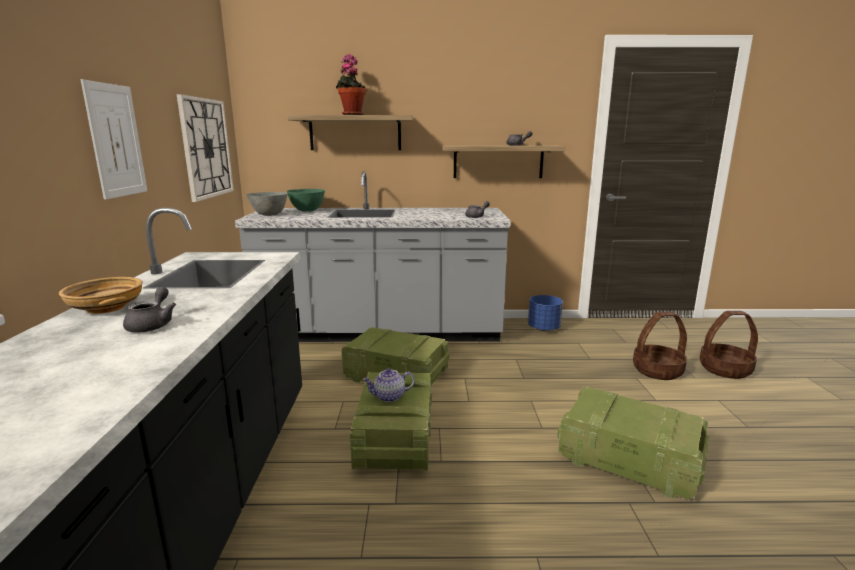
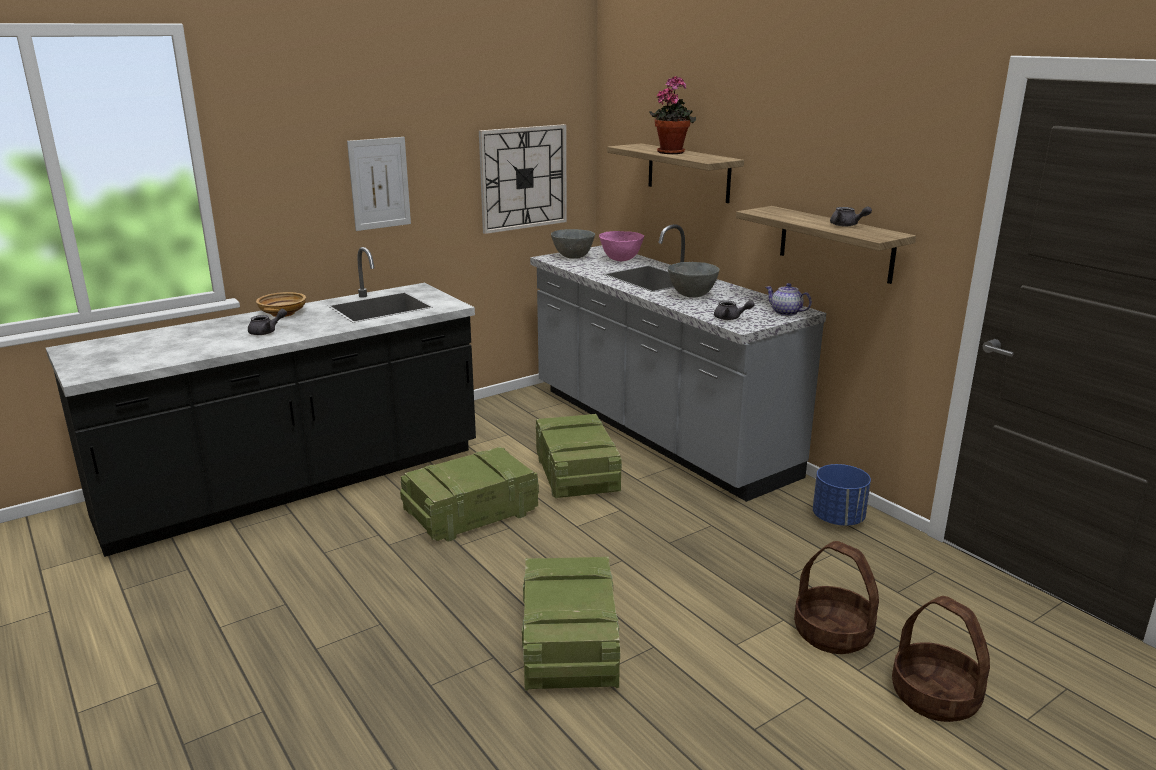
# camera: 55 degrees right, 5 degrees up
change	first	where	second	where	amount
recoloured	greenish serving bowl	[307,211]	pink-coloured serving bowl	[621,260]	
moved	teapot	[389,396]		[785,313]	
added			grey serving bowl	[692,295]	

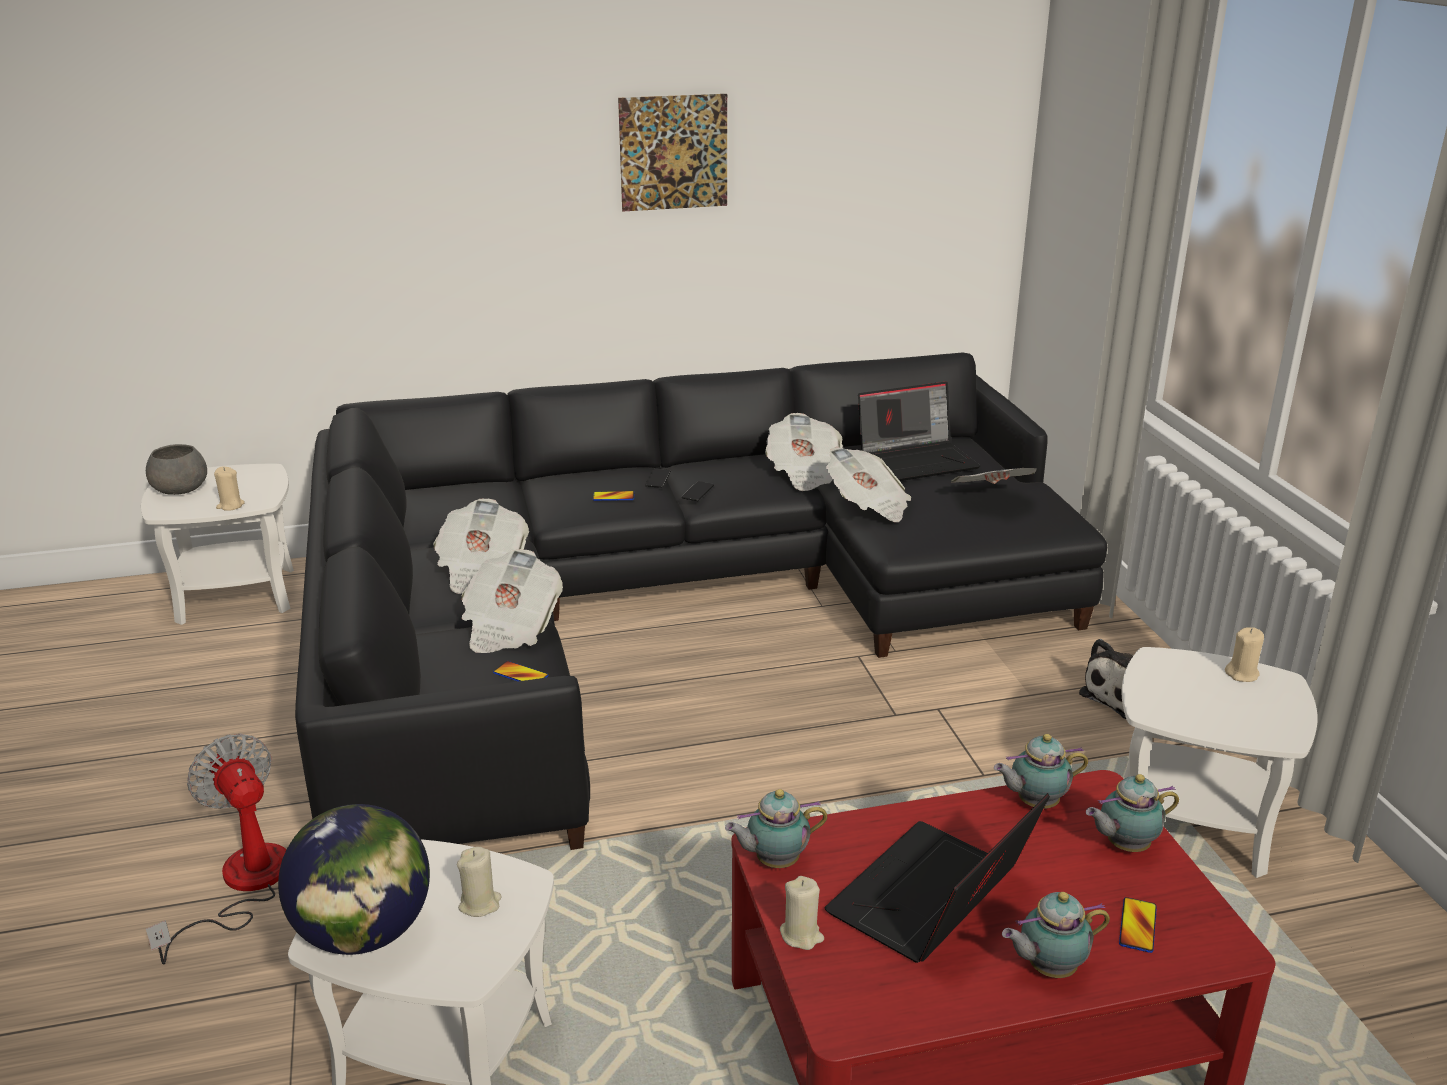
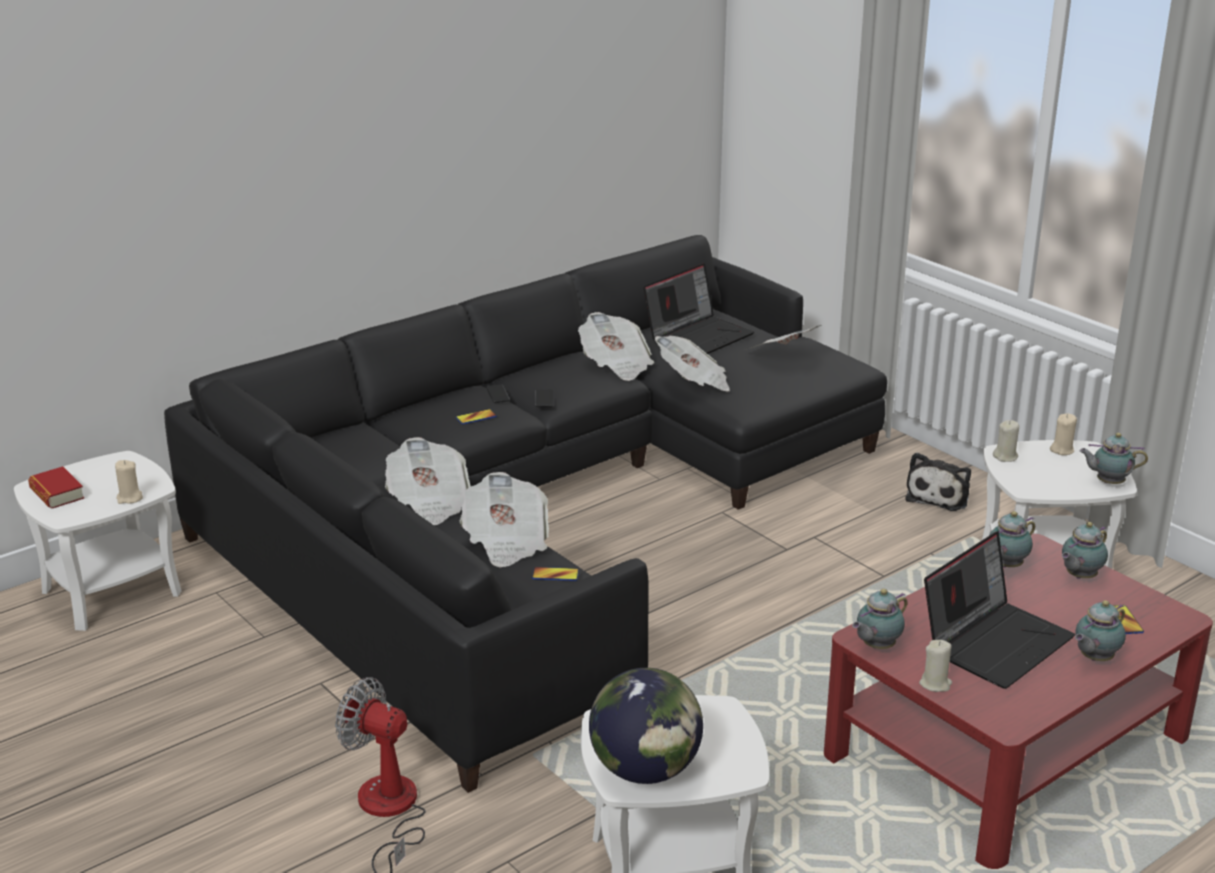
# camera: 25 degrees left, 0 degrees up
change	first	where	second	where	amount
replaced	grey serving bowl	[181,489]	volume	[57,493]	
moved	sand-coloured wax candle	[480,904]		[1005,457]	
removed	wall picture	[673,152]			
turned	portable computer	[932,901]		[995,641]	150 degrees counterclockwise
added			teapot	[1108,482]	

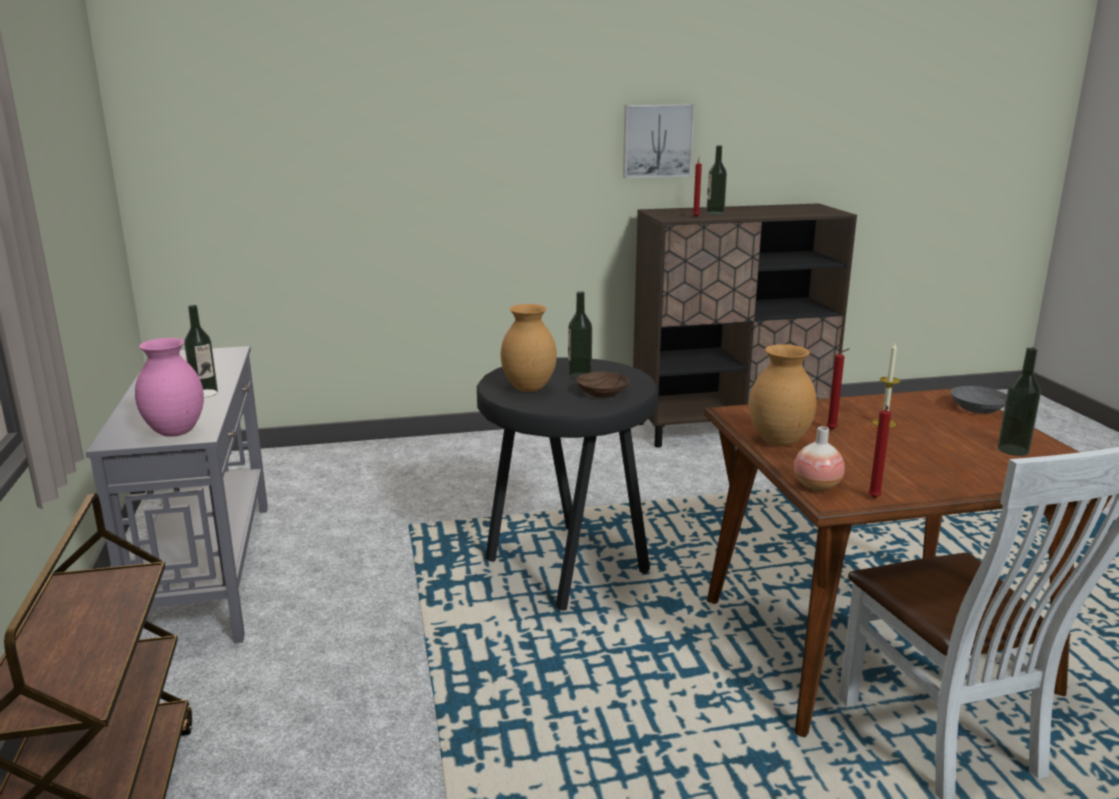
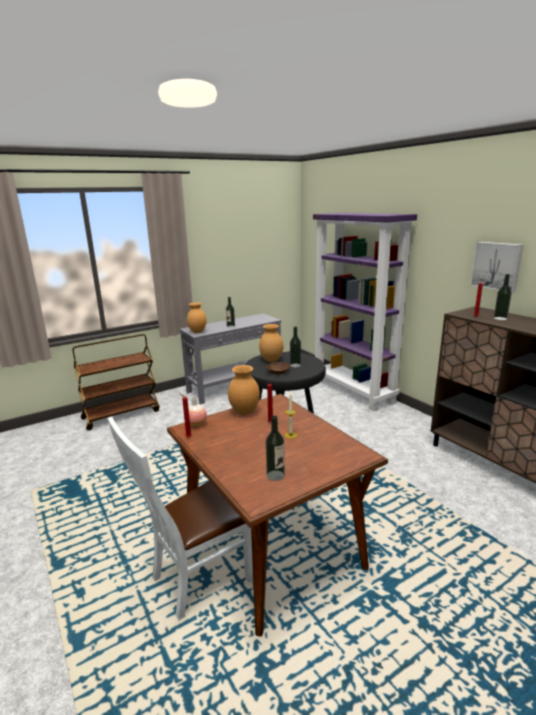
# camera: 70 degrees right, 0 degrees up
change	first	where	second	where	amount
recoloured	pink-coloured vase	[174,432]	brown-coloured vase	[197,332]	
removed	grey serving bowl	[976,408]			
added			purple-coloured shelving unit	[354,391]	

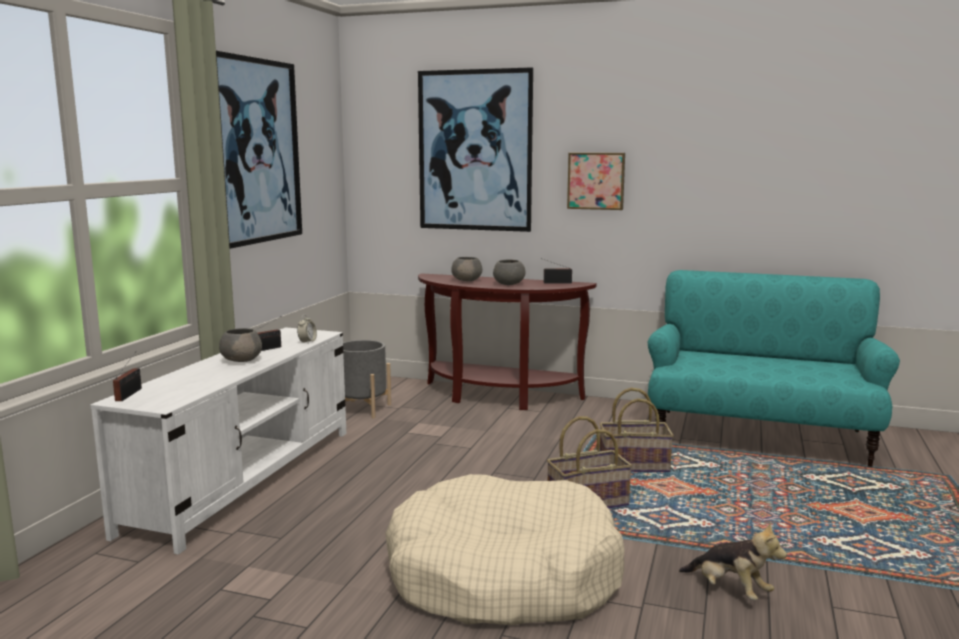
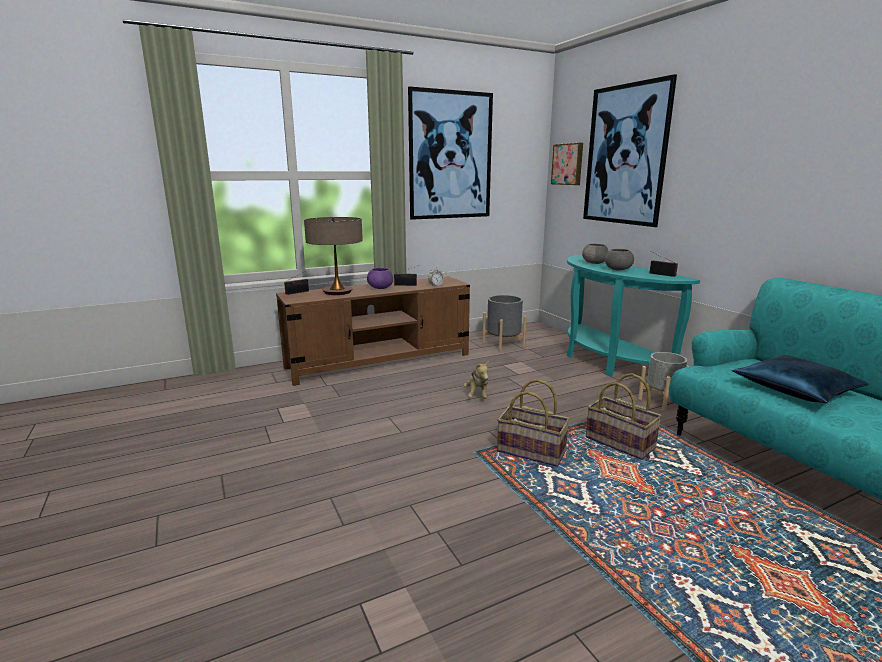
# camera: 45 degrees right, 5 degrees up
change	first	where	second	where	amount
recoloured	whitish tv unit	[245,478]	brown-coloured tv unit	[380,361]	
recoloured	grey serving bowl	[242,360]	purple-coloured serving bowl	[381,288]	
removed	sand-coloured dog cushion	[503,576]			
recoloured	brown-coloured console table	[497,397]	turquoise console table	[605,361]	
moved	wall picture	[596,181]		[568,164]	
moved	cuddly toy	[730,590]		[477,395]	
added			lamp for a table	[337,292]	
added			grey planter	[662,401]	
added			blue-coloured pillow	[796,390]	

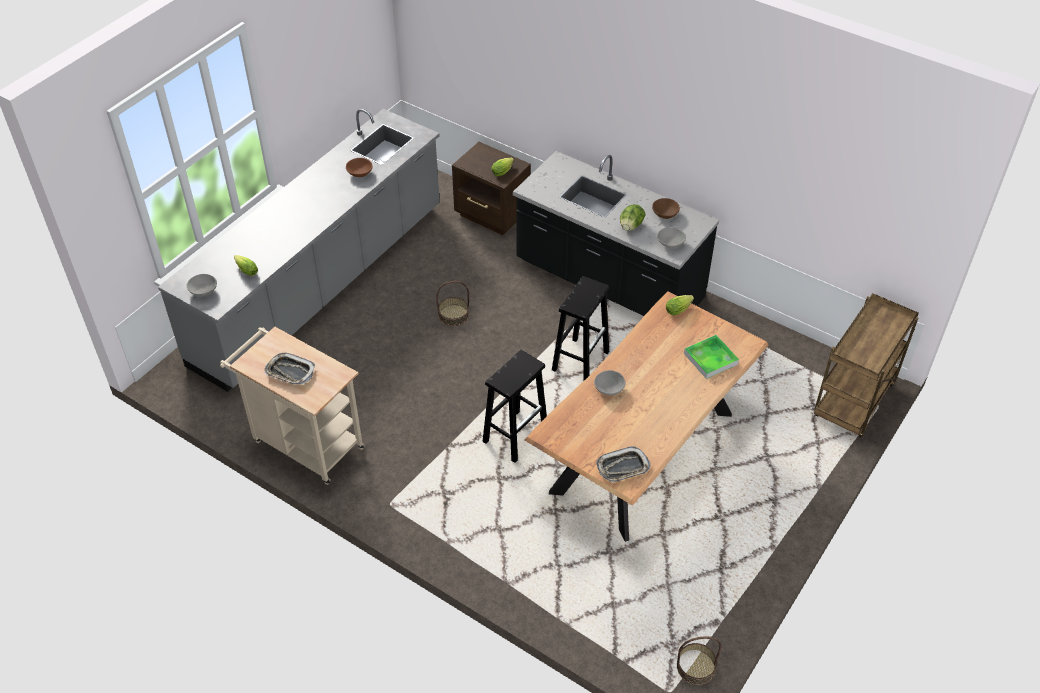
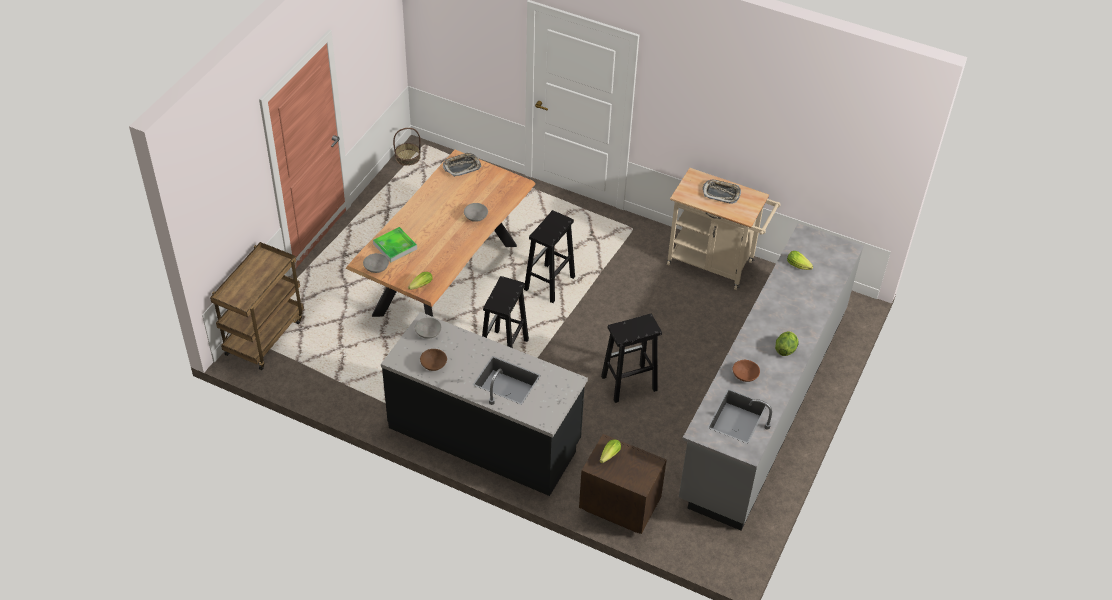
# camera: 170 degrees right, 0 degrees up
change	first	where	second	where	amount
moved	grey serving bowl	[203,291]		[376,268]	
replaced	household basket	[453,315]	black-coloured stool	[628,384]	
moved	head of lettuce	[631,226]		[785,349]	

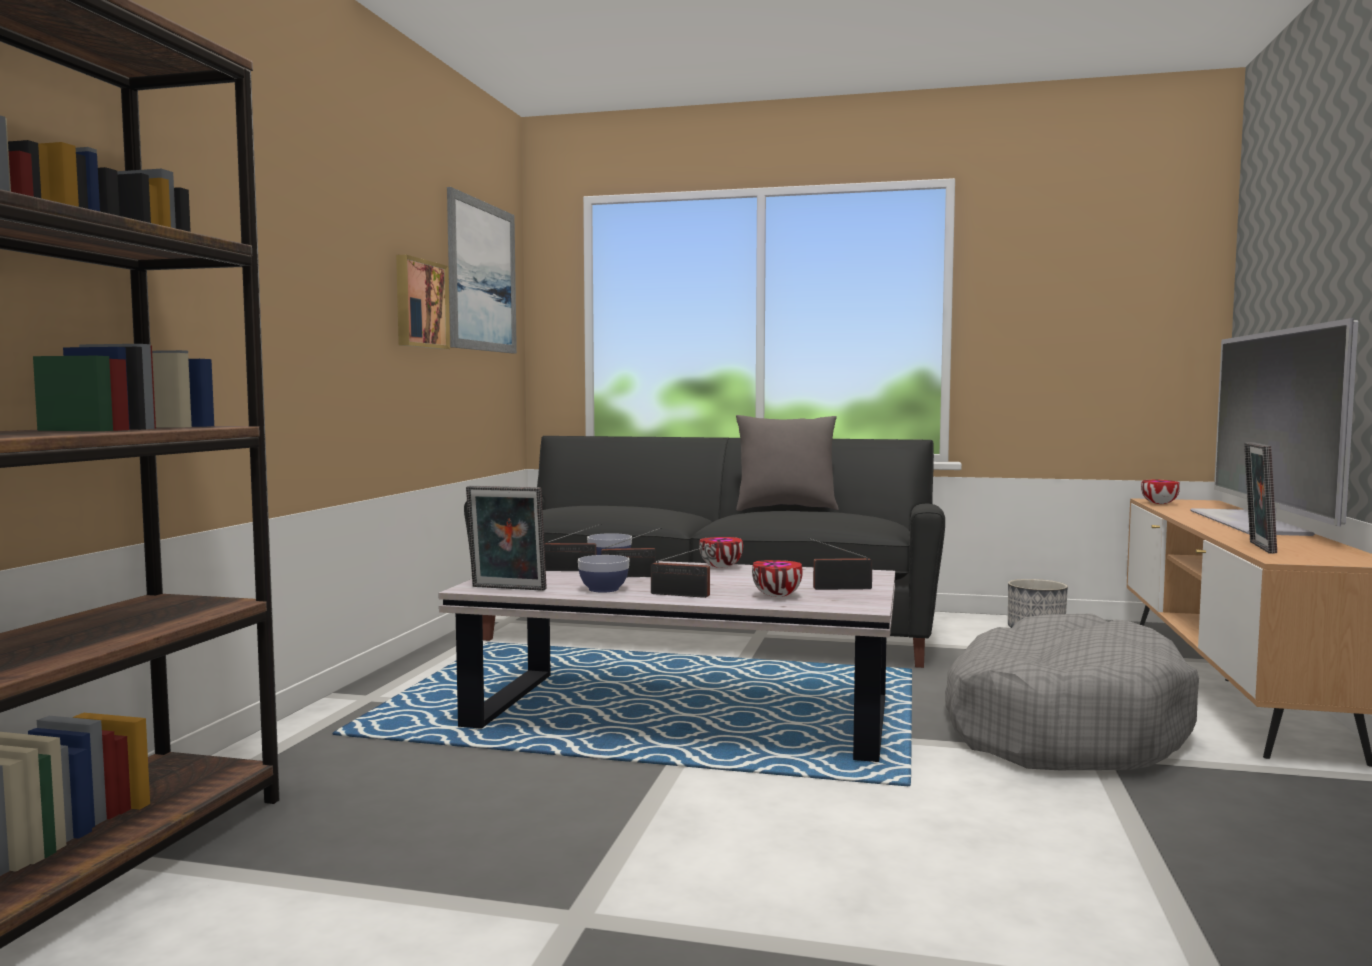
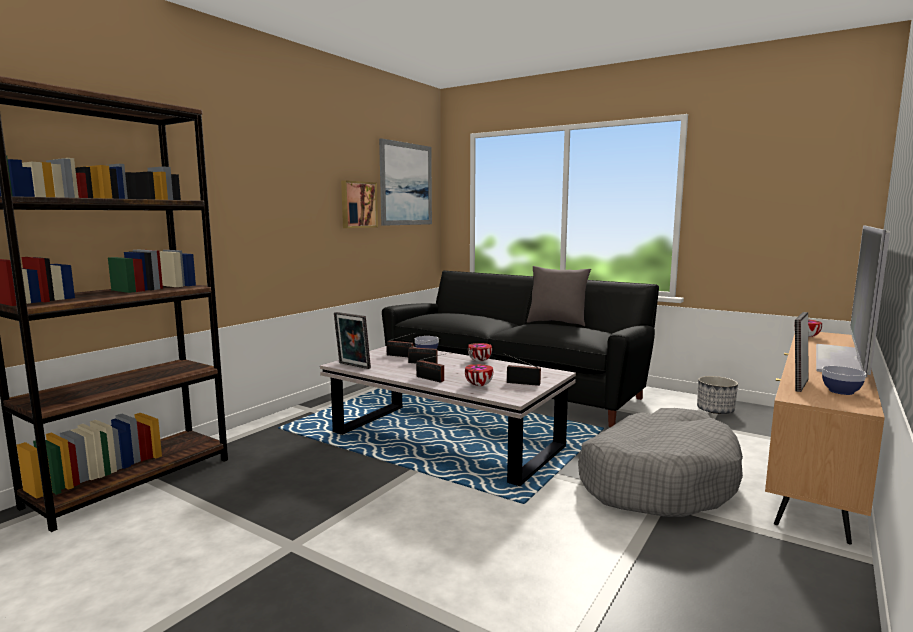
# camera: 20 degrees right, 5 degrees up
change	first	where	second	where	amount
moved	serving bowl	[603,589]		[841,391]	

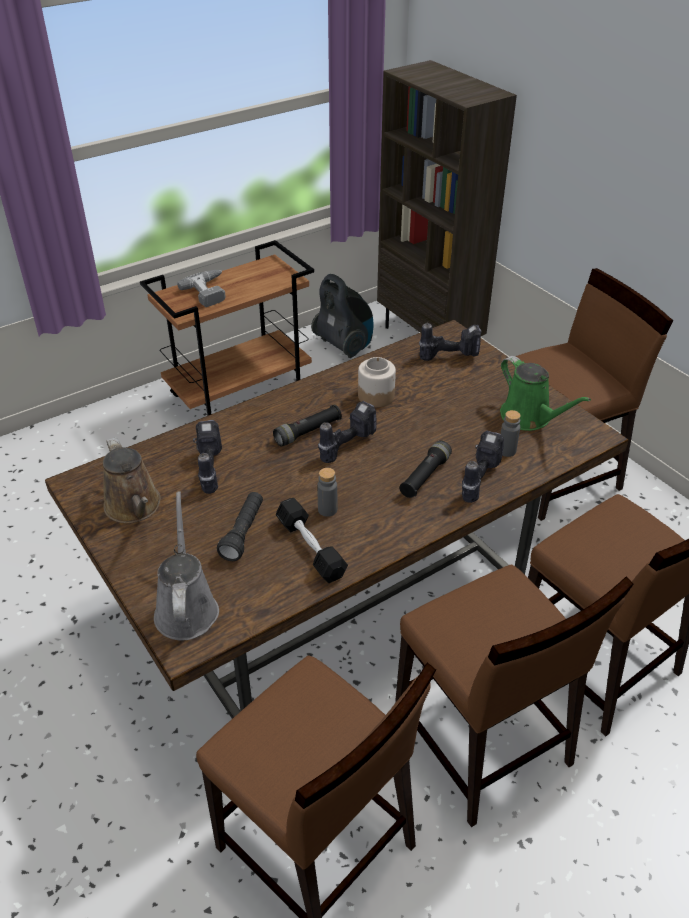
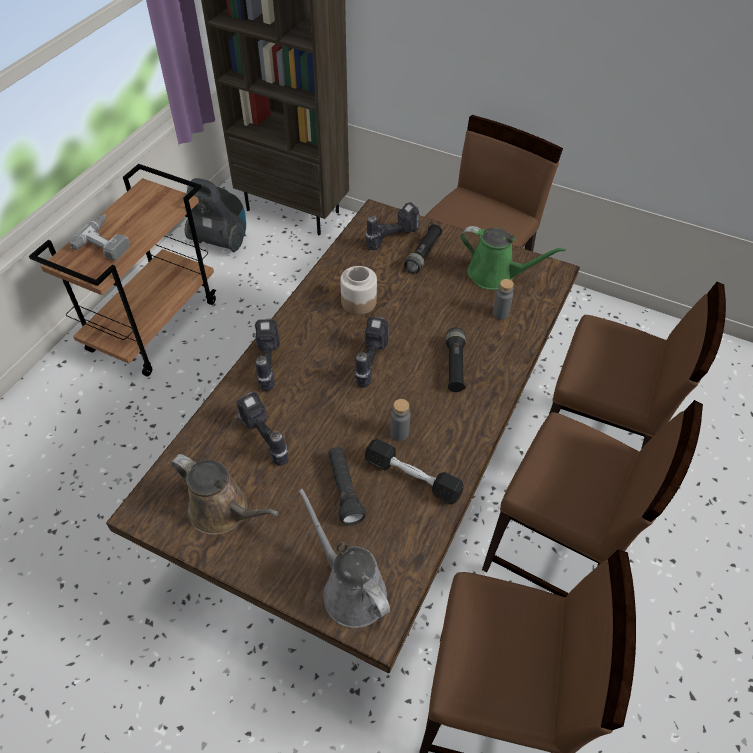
# camera: 30 degrees left, 10 degrees up
change	first	where	second	where	amount
moved	black-coloured hand torch	[308,432]		[423,254]	
moved	drill	[477,479]		[265,364]	

